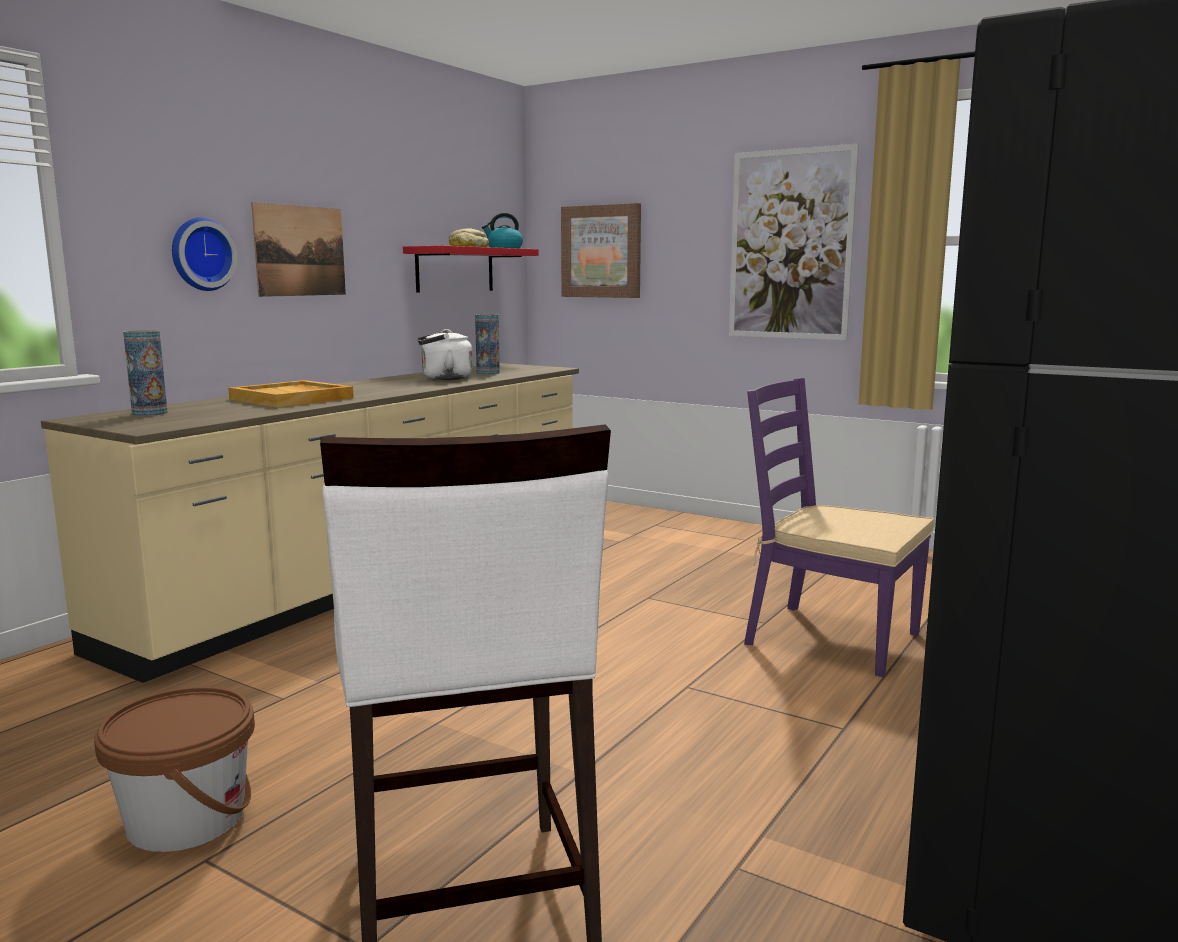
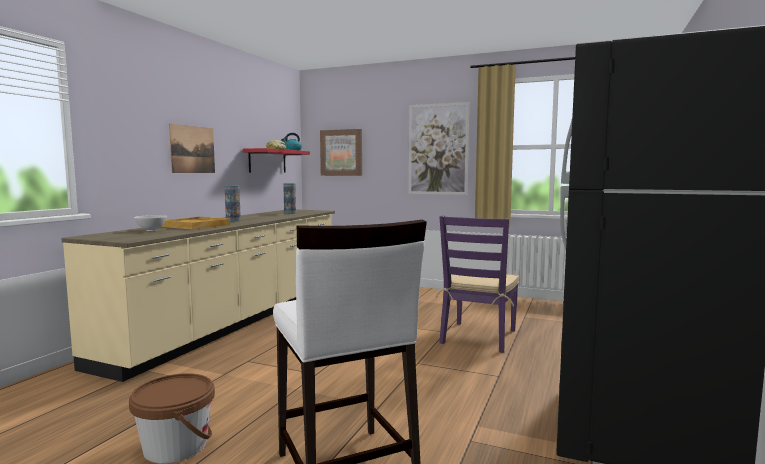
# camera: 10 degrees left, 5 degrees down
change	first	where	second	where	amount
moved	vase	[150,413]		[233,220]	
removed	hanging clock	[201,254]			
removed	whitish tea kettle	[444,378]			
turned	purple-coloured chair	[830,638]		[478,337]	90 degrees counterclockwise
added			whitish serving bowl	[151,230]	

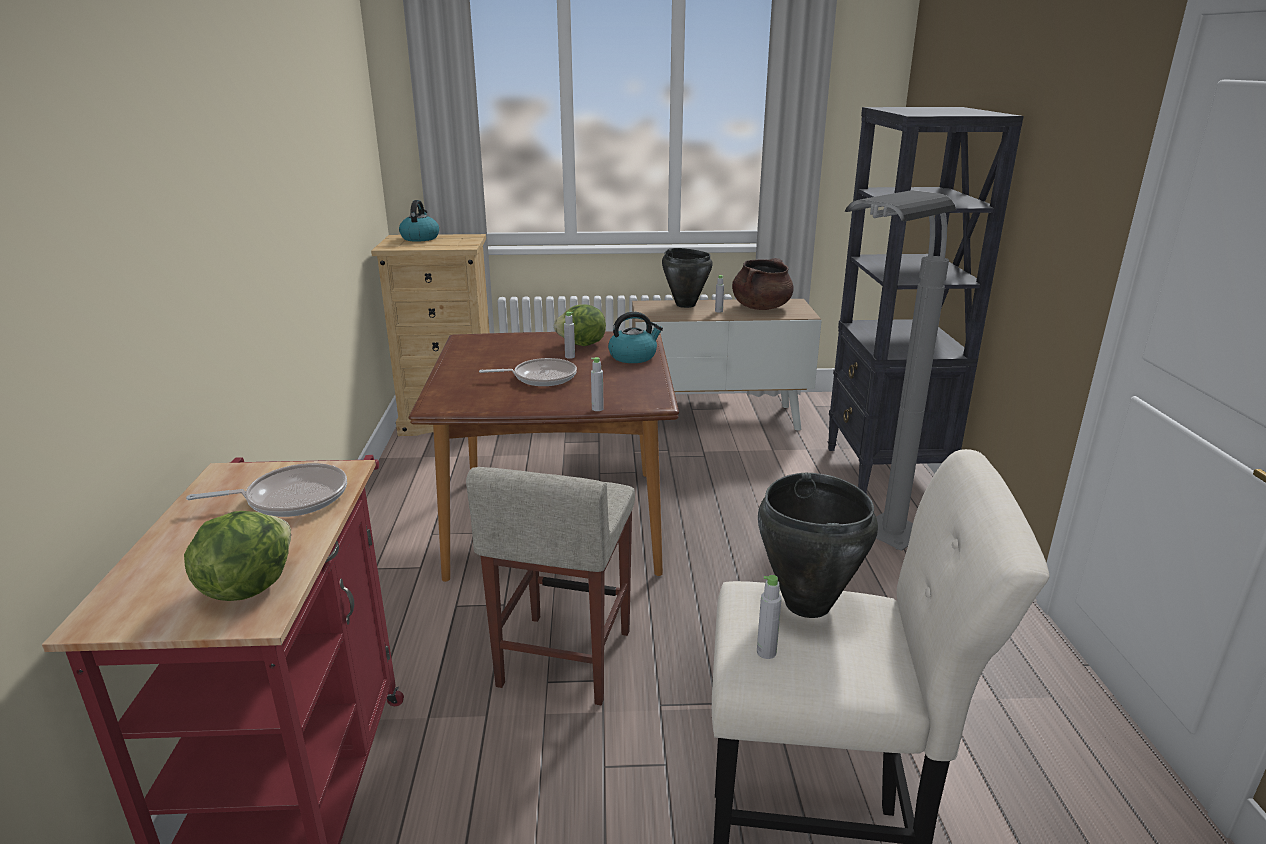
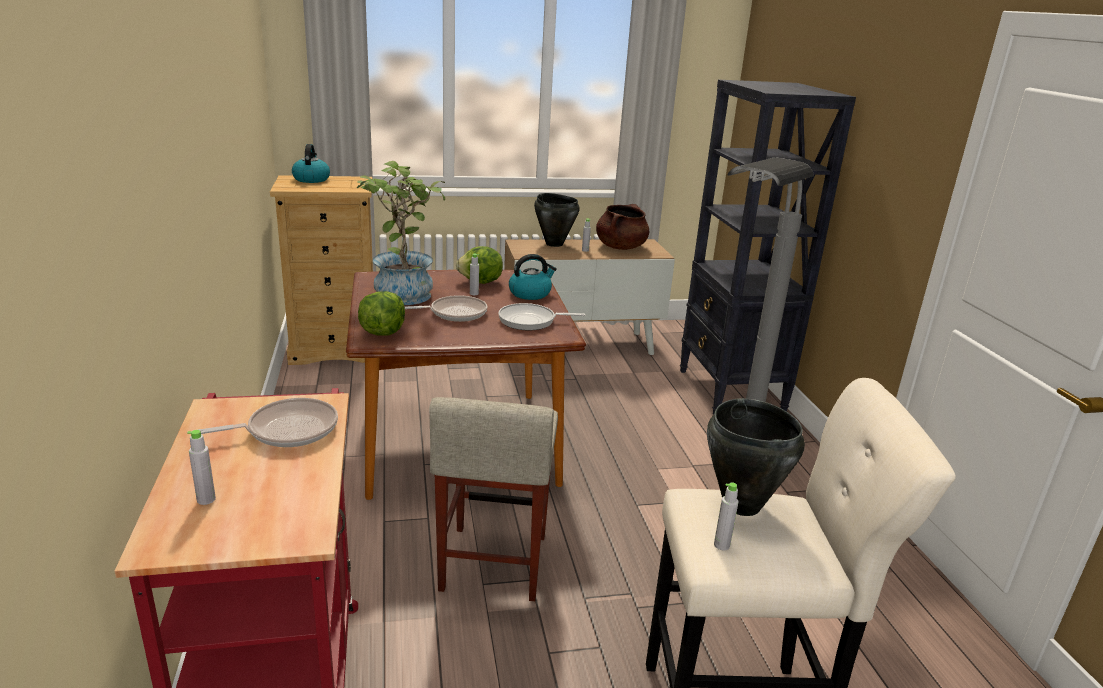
# camera: 10 degrees left, 0 degrees up
change	first	where	second	where	amount
moved	head of lettuce	[246,586]		[382,332]	
moved	grey bottle	[597,409]		[206,499]	
added			potted plant	[403,291]	
added			frying pan	[530,321]	

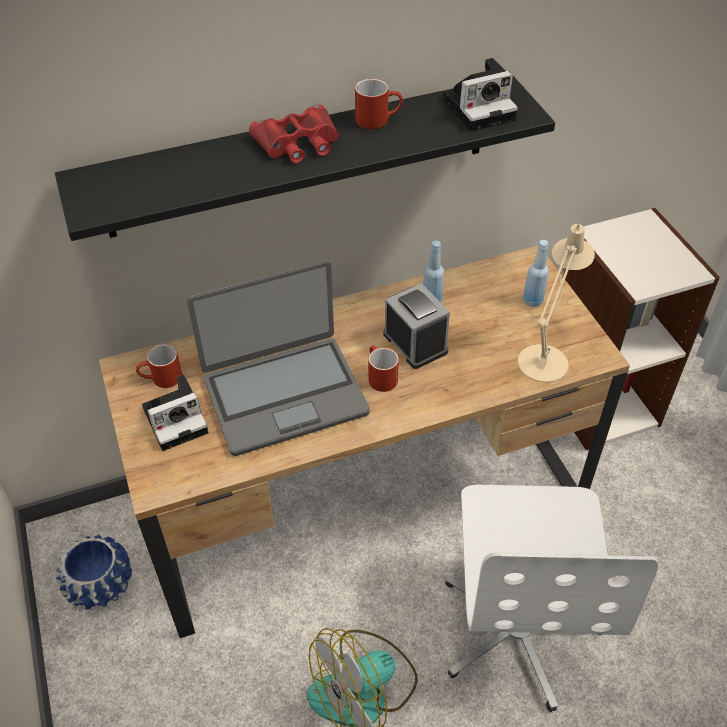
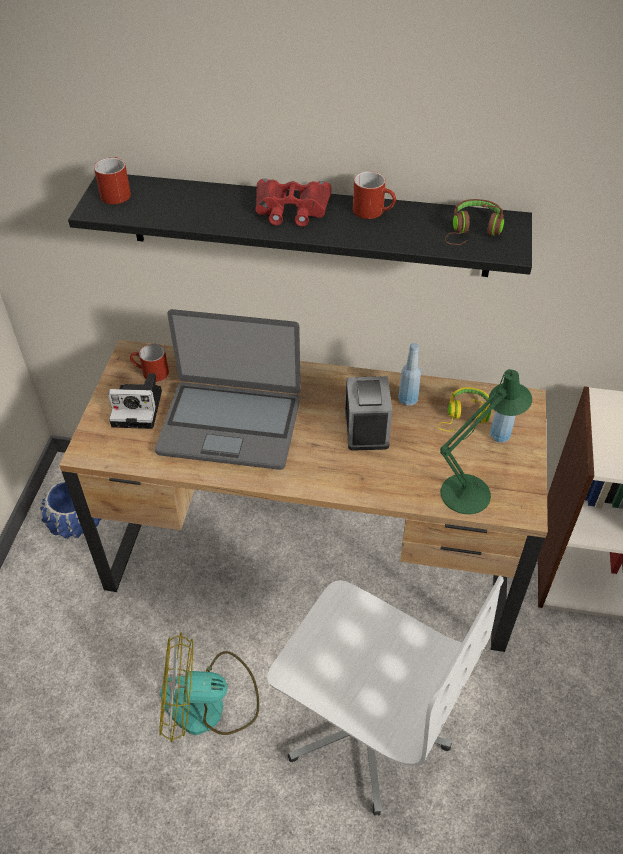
# camera: 30 degrees right, 0 degrees up
change	first	where	second	where	amount
moved	red tea mug	[379,377]		[116,192]	
replaced	photo camera	[480,108]	brown-coloured pair of headphones	[473,231]	
turned	whitish computer chair	[518,629]		[366,727]	90 degrees counterclockwise
recoloured	sand-coloured lamp for a table	[545,358]	greenish lamp for a table	[471,490]	
added			yellow pair of headphones	[465,416]	

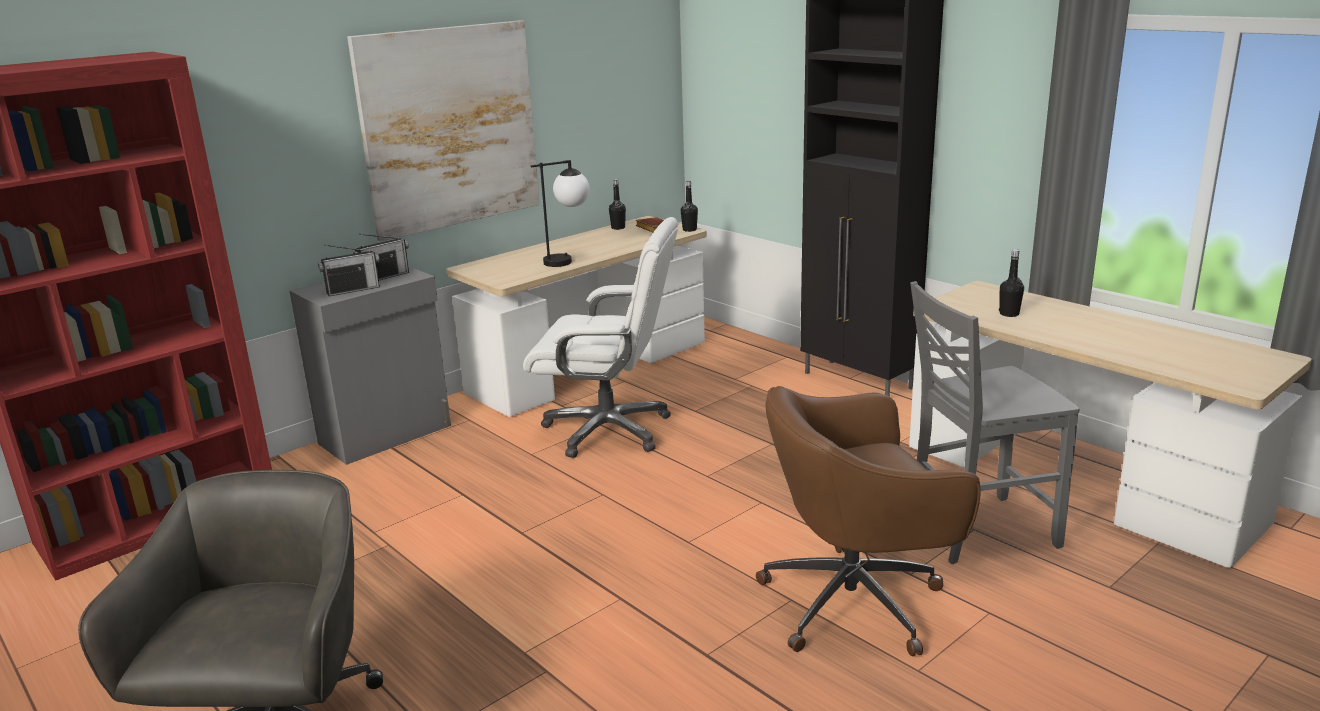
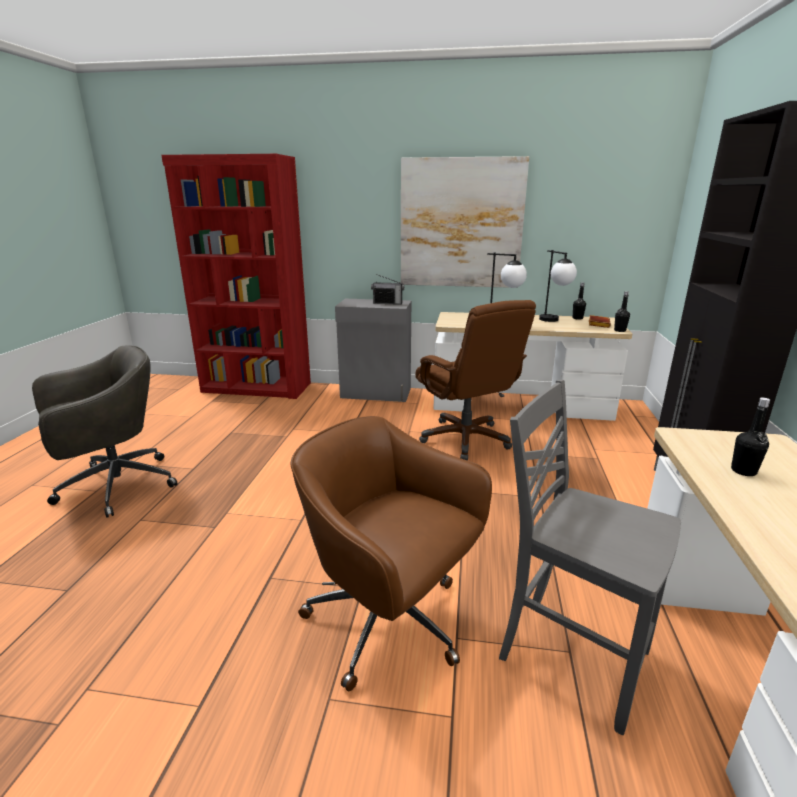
# camera: 50 degrees right, 0 degrees up
change	first	where	second	where	amount
removed	radio set	[353,290]			
recoloured	whitish computer chair	[609,430]	brown-coloured computer chair	[466,439]	
added			lamp for a table	[554,321]	

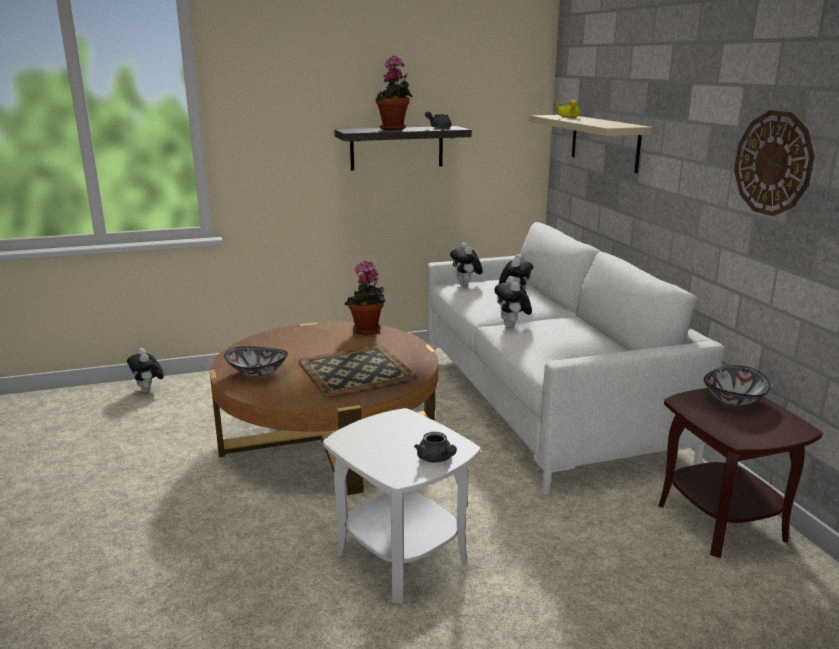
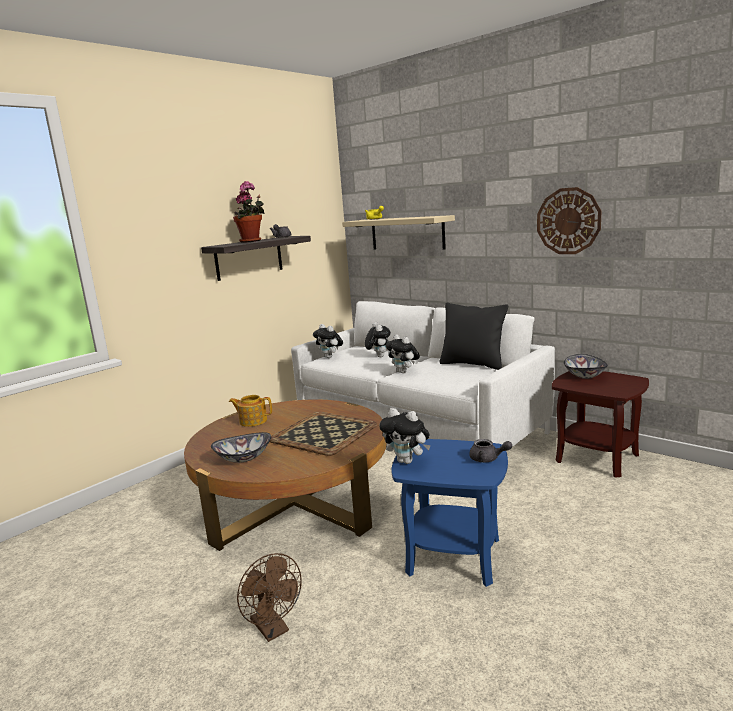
# camera: 30 degrees left, 5 degrees down
change	first	where	second	where	amount
moved	cuddly toy	[148,390]		[407,461]	
recoloured	whitish side table	[402,556]	blue-coloured side table	[453,555]	
removed	potted plant	[367,331]			
added			teapot	[252,421]	
added			brown-coloured electric fan	[273,629]	
added			black-coloured pillow	[473,364]	

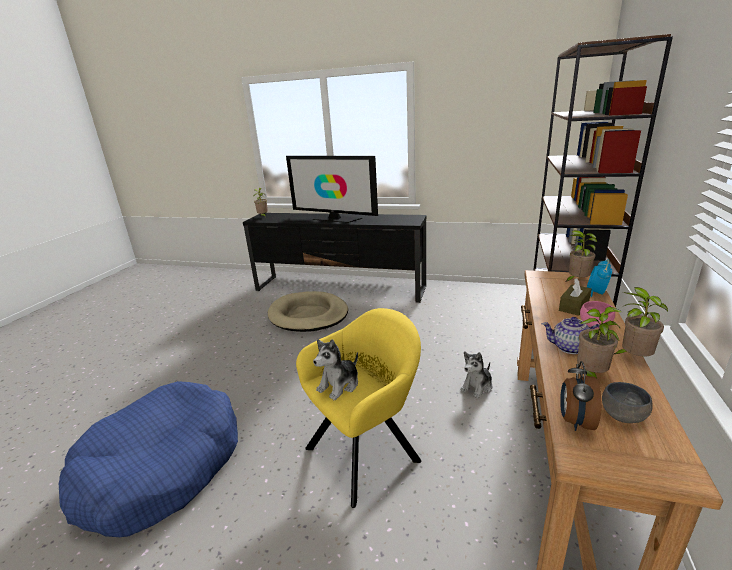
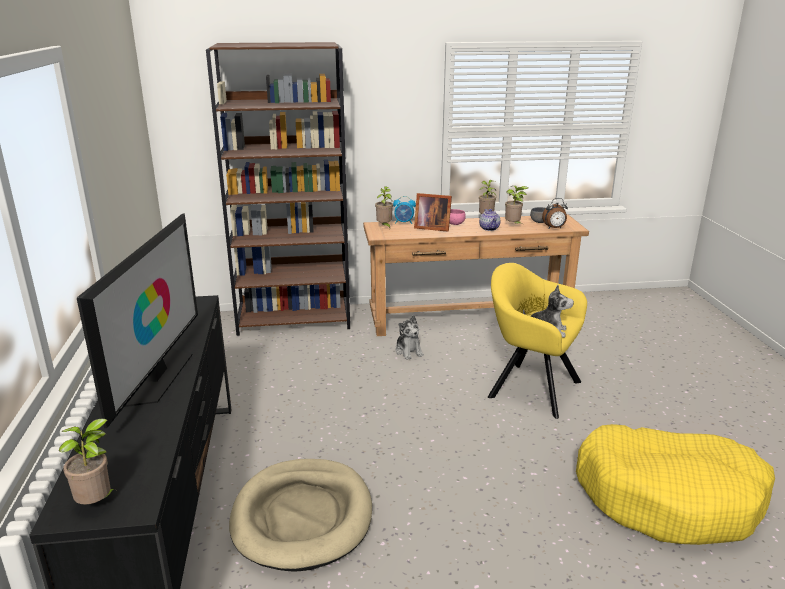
# camera: 115 degrees left, 0 degrees up
change	first	where	second	where	amount
recoloured	blue-coloured dog cushion	[162,467]	yellow dog cushion	[669,497]	
turned	cuddly toy	[477,387]		[409,351]	45 degrees clockwise
replaced	brown-coloured tissue box	[574,306]	standing frame	[431,227]	

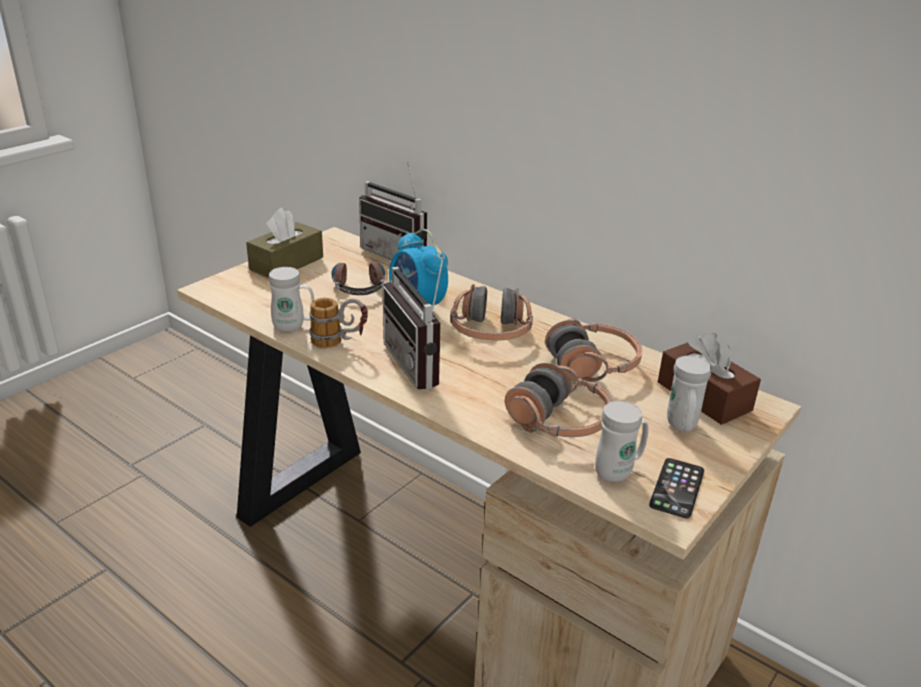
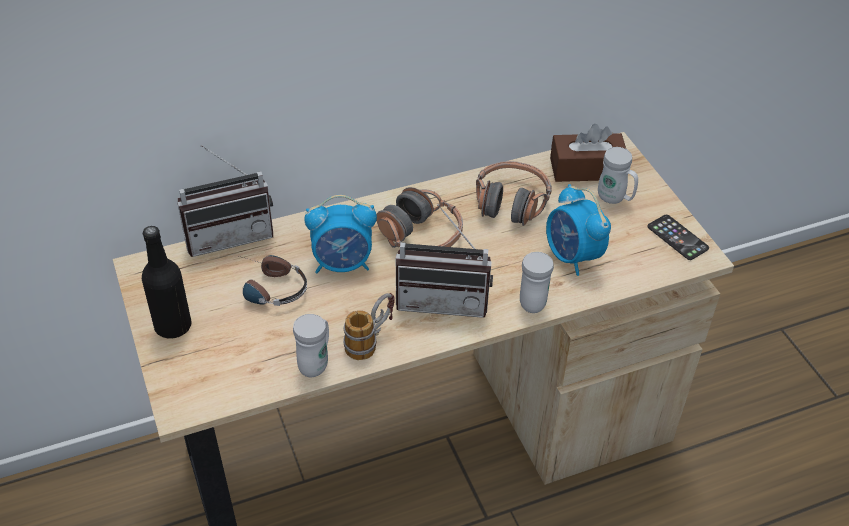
# camera: 60 degrees left, 15 degrees up
change	first	where	second	where	amount
replaced	brown-coloured tissue box	[286,263]	black-coloured bottle	[173,326]	
replaced	pair of headphones	[559,421]	alarm clock	[572,257]	
moved	whitish tea mug	[618,471]		[532,299]	

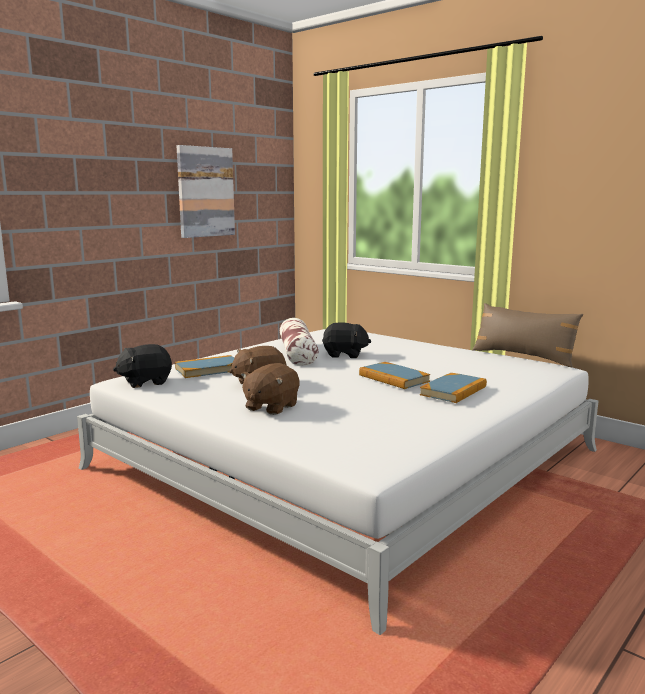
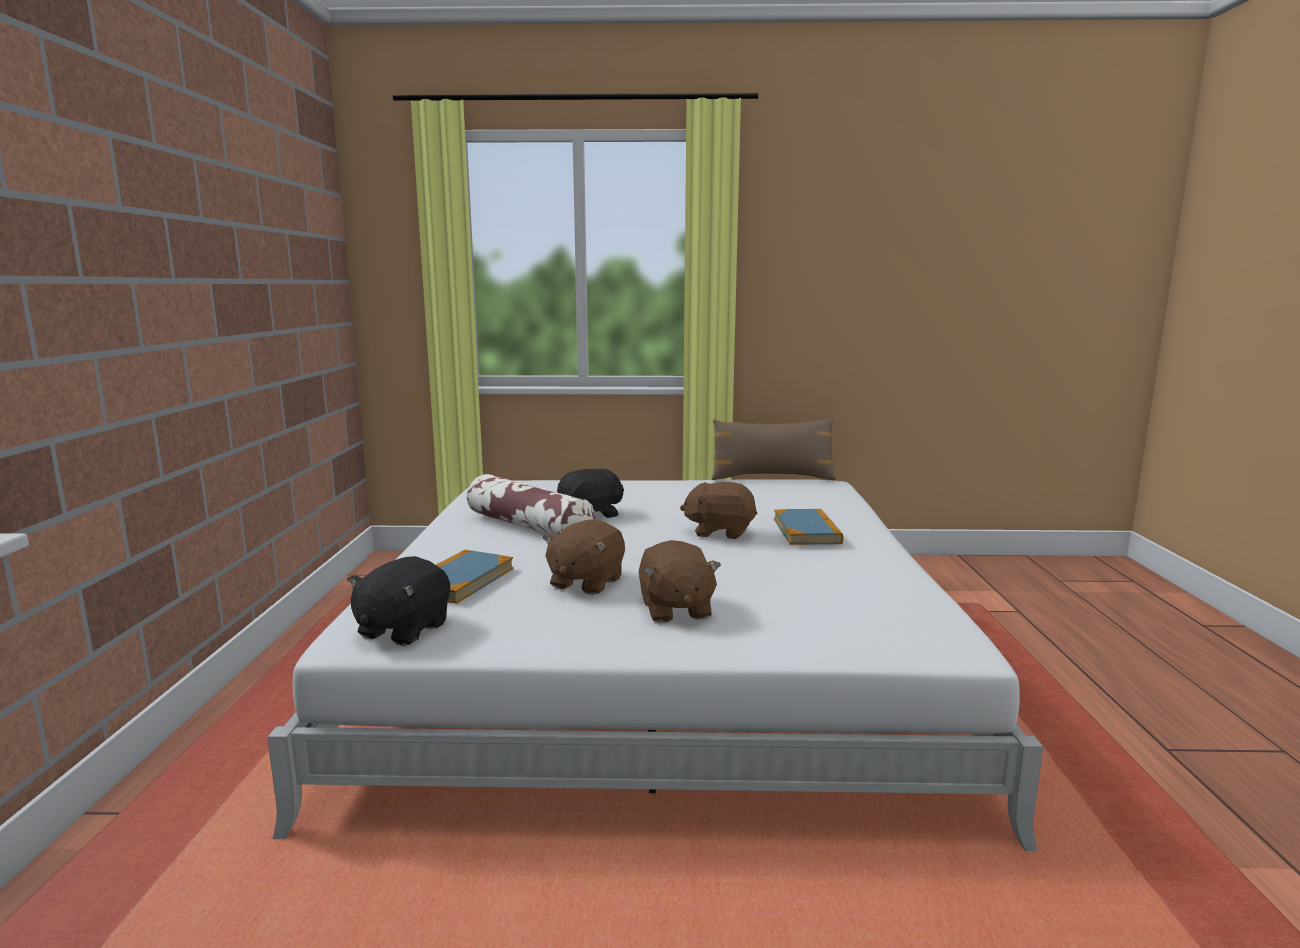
# camera: 40 degrees left, 0 degrees up
change	first	where	second	where	amount
removed	wall picture	[205,192]			
replaced	volume	[393,378]	brown-coloured cuddly toy	[720,531]	

